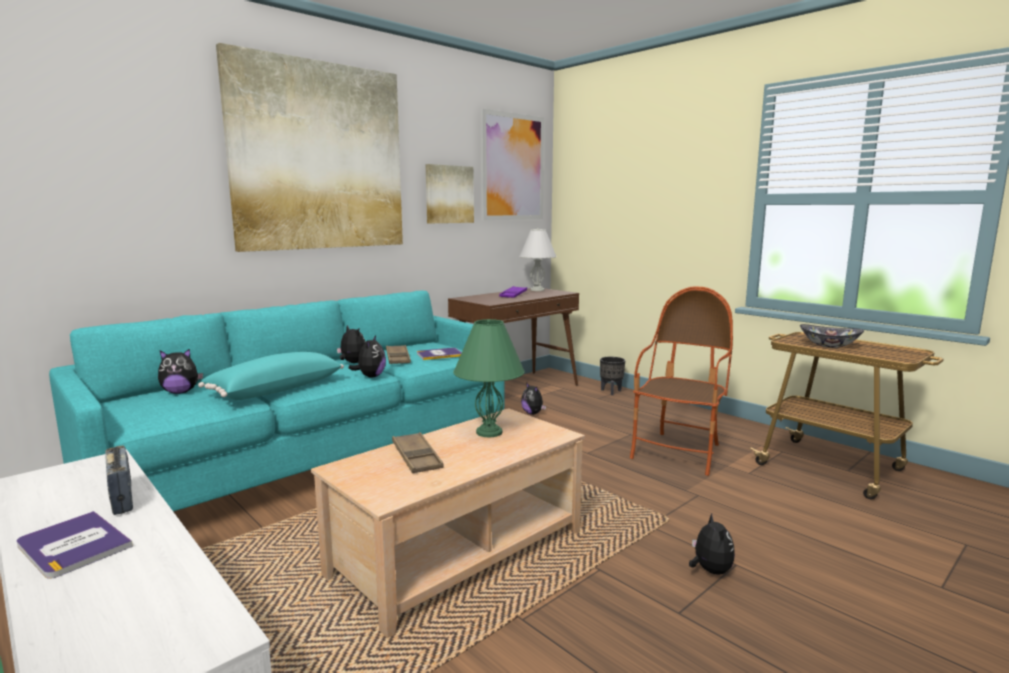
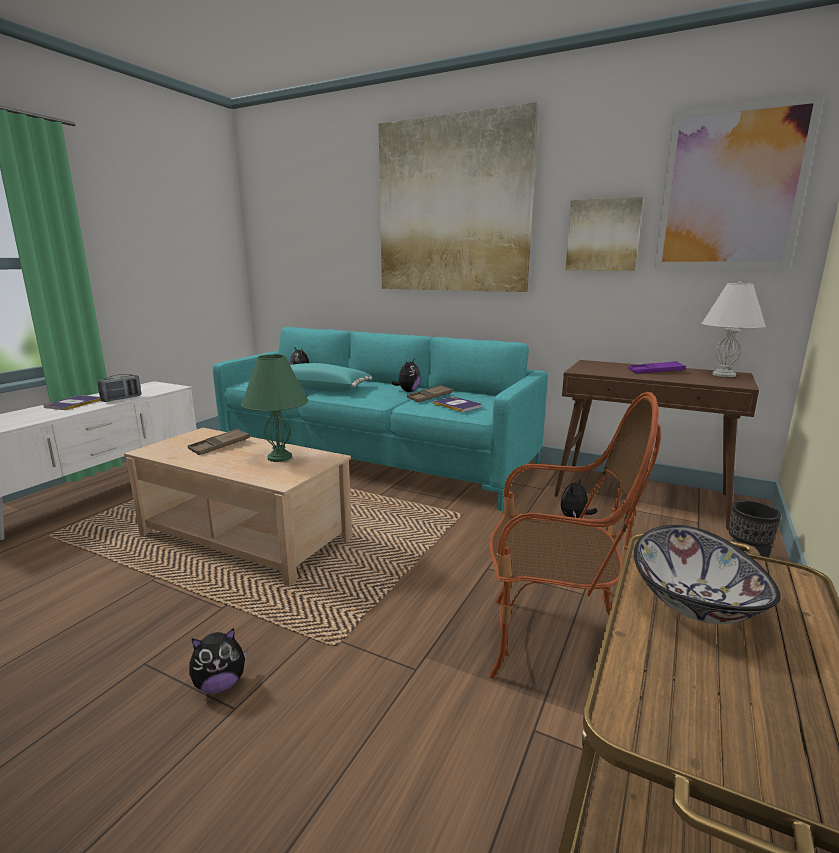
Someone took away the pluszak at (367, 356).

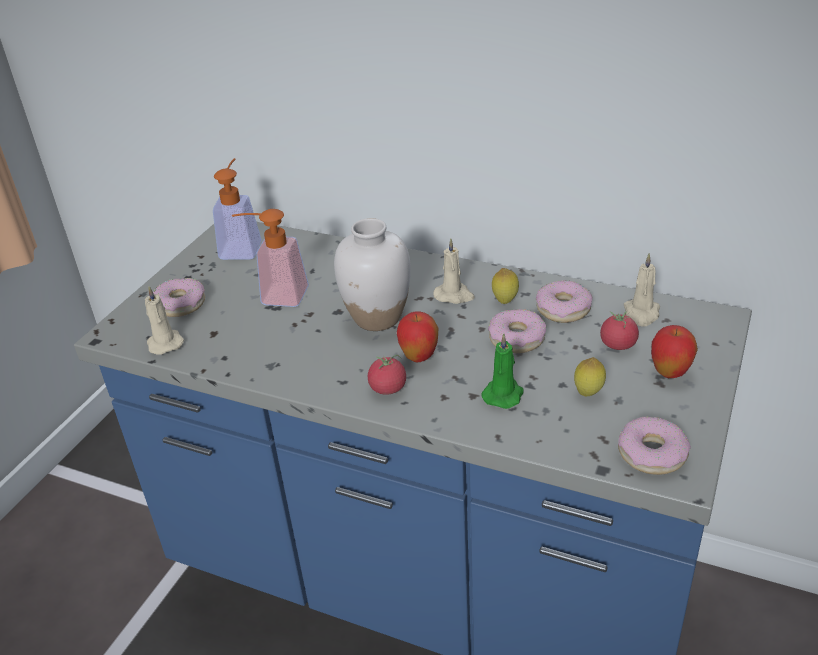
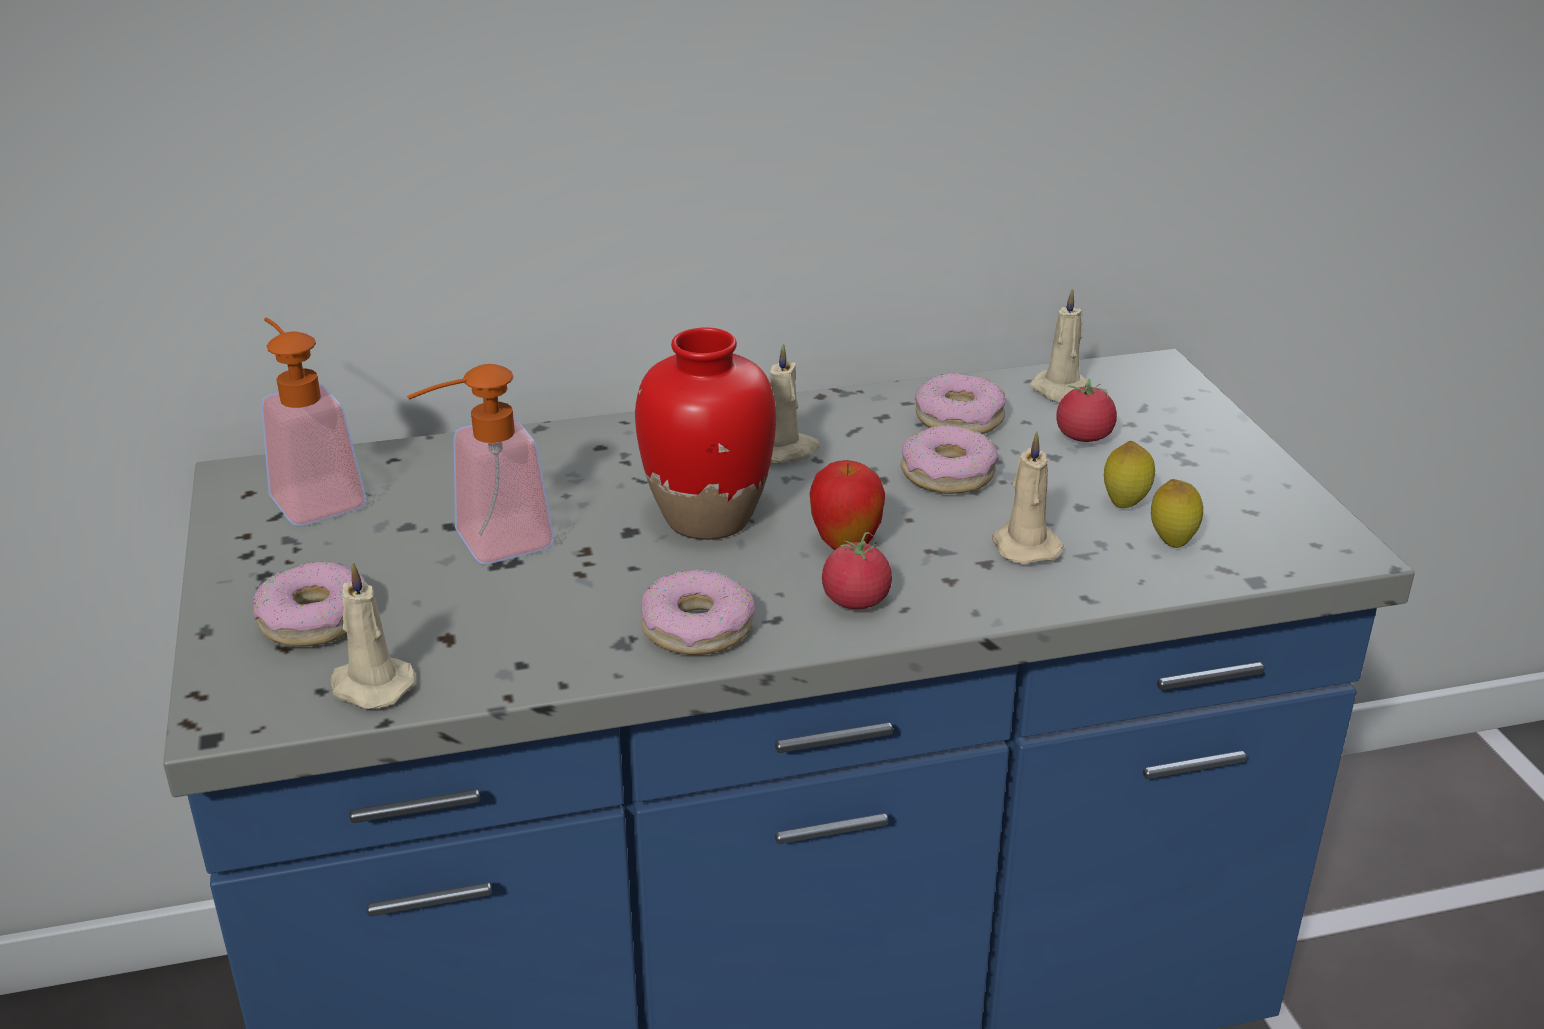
Someone repainted the wazon [biały] at (372, 274), which became the wazon [czerwony] at (705, 433).
Someone carried the cytryna from (505, 286) to (1177, 513).
Someone took away the jabłko at (674, 351).
Someone repainted the świeca [zielony] at (502, 371), which became the świeca [beżowy] at (1028, 498).
Someone carried the donut from (654, 446) to (698, 612).

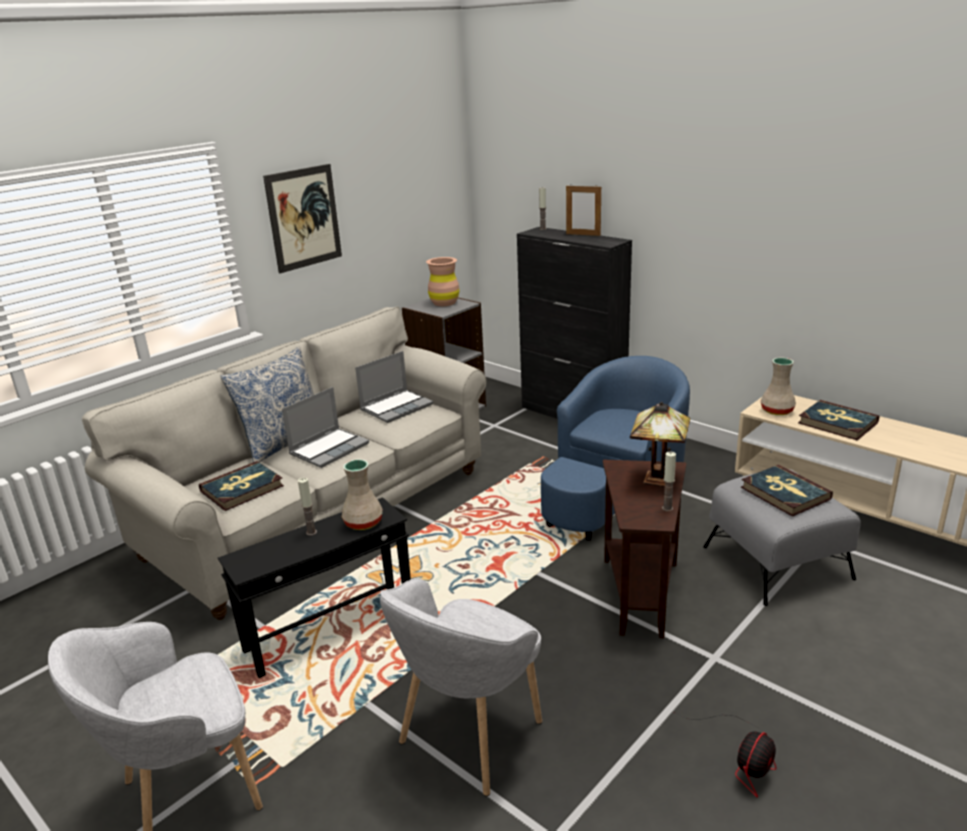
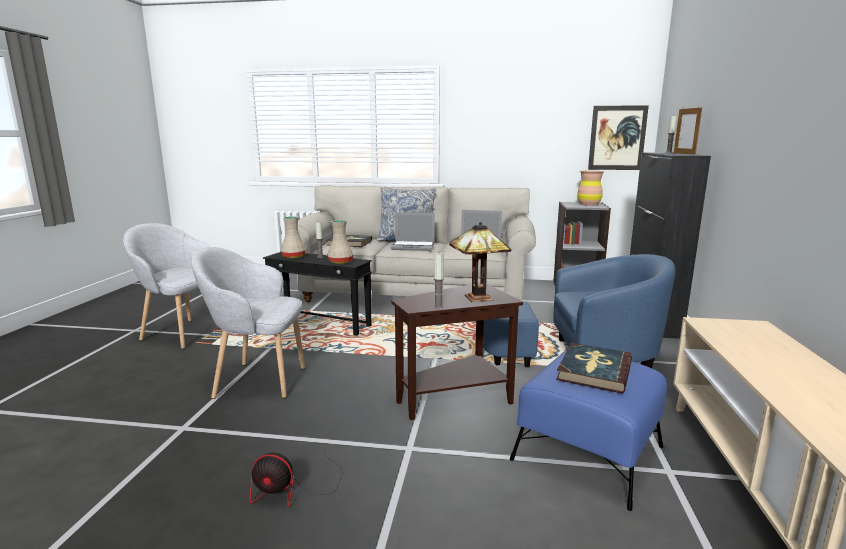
Someone carried the obraz from (302, 218) to (618, 137).
Someone carried the wazon [beżowy] from (778, 386) to (293, 237).
Someone took away the książka at (838, 420).
Someone repainted the pufa [szary] at (782, 537), which became the pufa [niebieski] at (588, 430).

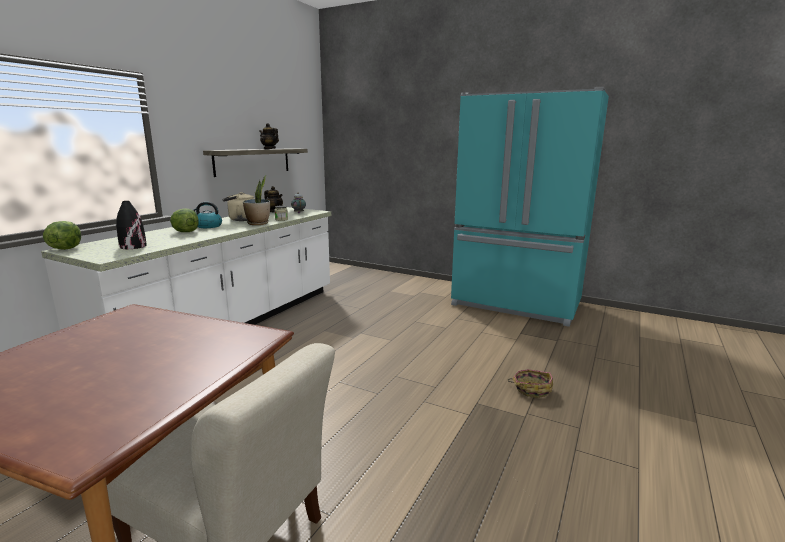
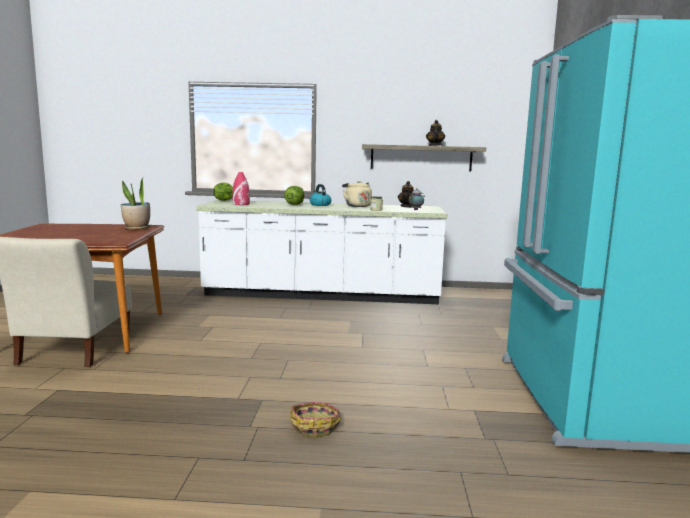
Someone carried the roślina doniczkowa from (256, 200) to (135, 204).
Someone repainted the wazon [czarny] at (131, 225), which became the wazon [czerwony] at (241, 188).

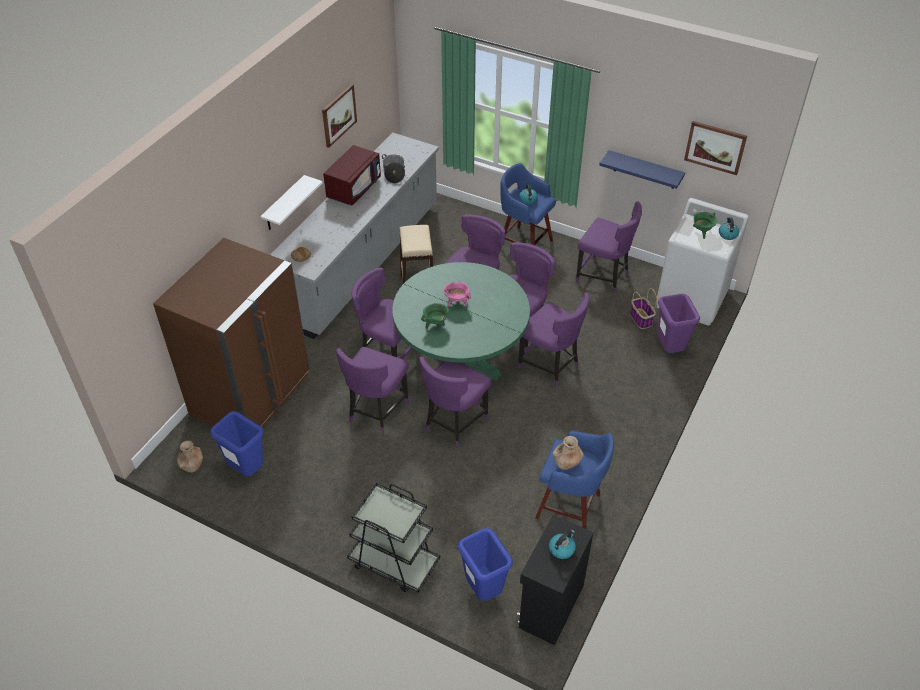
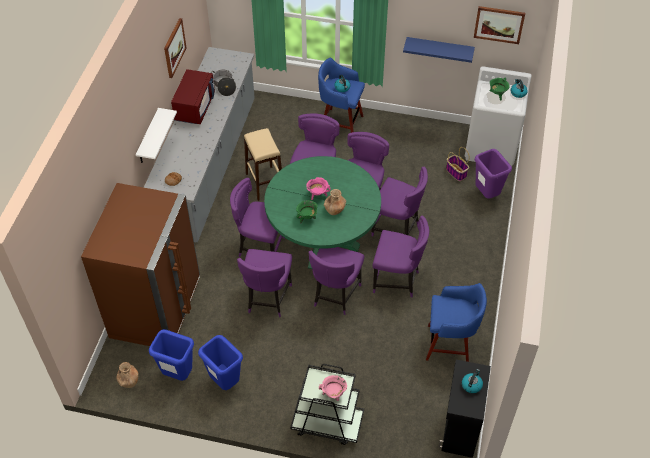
Someone carried the krzesło [fioletowy] from (609, 247) to (401, 256).
Someone carried the wazon [brązowy] from (568, 453) to (335, 202).
Someone carried the kosz na śmieci [niebieski] from (485, 564) to (220, 362).
Someone put down the garnek [różowy] at (333, 388).

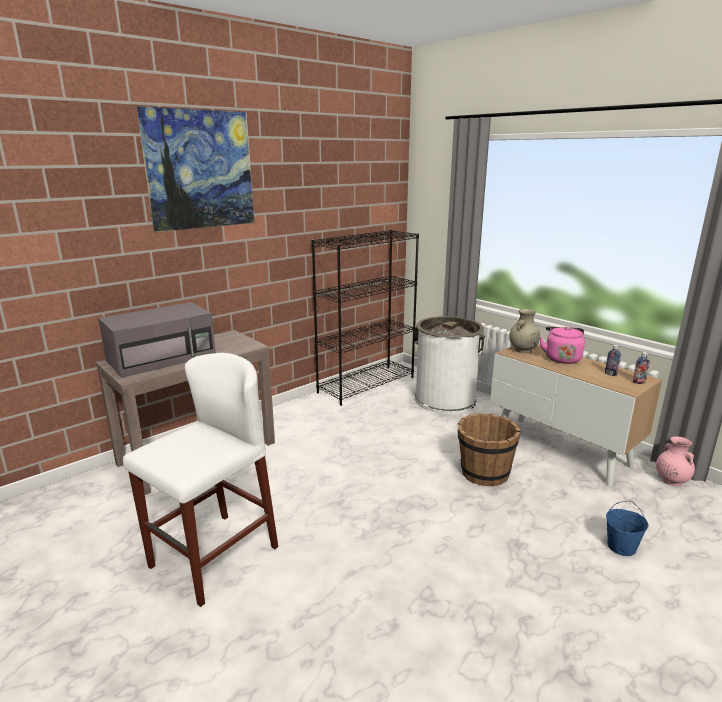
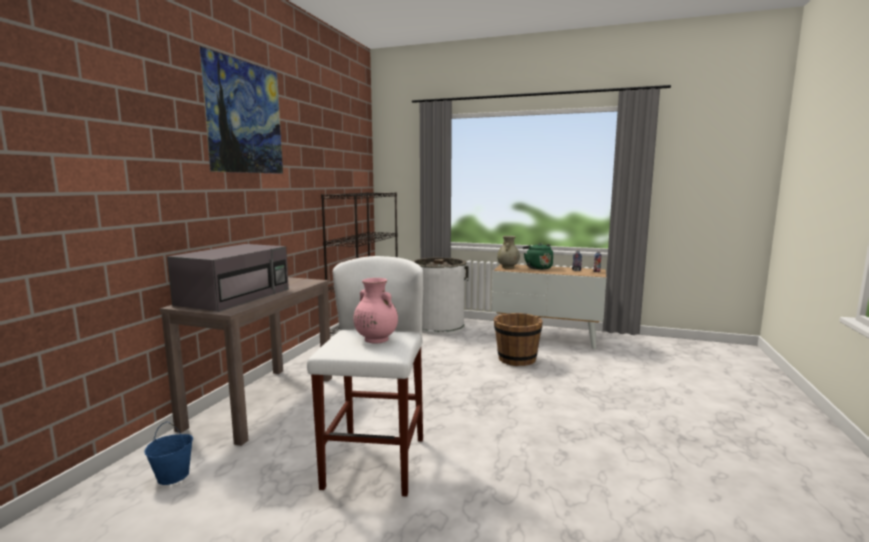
Someone repainted the czajnik [różowy] at (562, 345), which became the czajnik [zielony] at (538, 256).
Someone carried the wazon [różowy] from (675, 461) to (375, 311).
Someone carried the wiadro [niebieski] from (627, 528) to (168, 453).

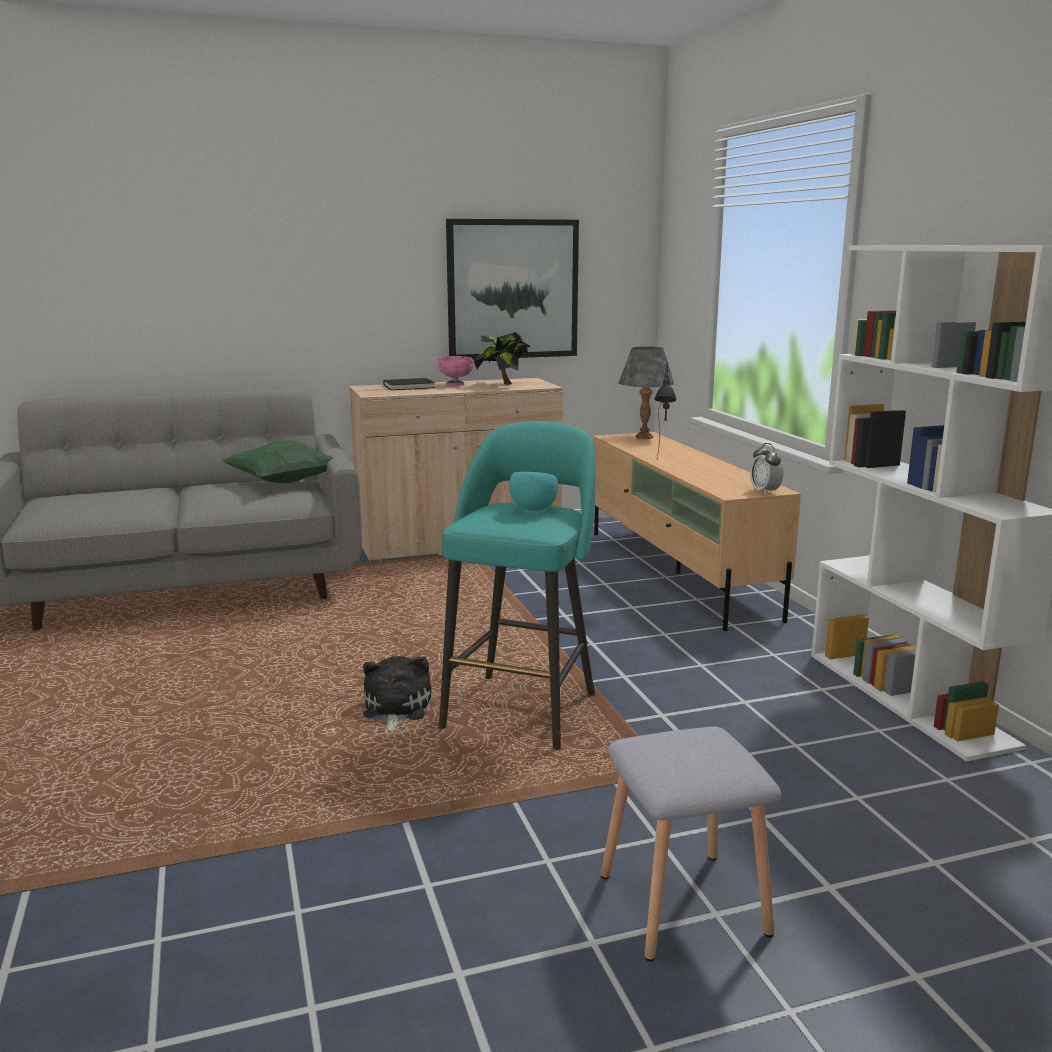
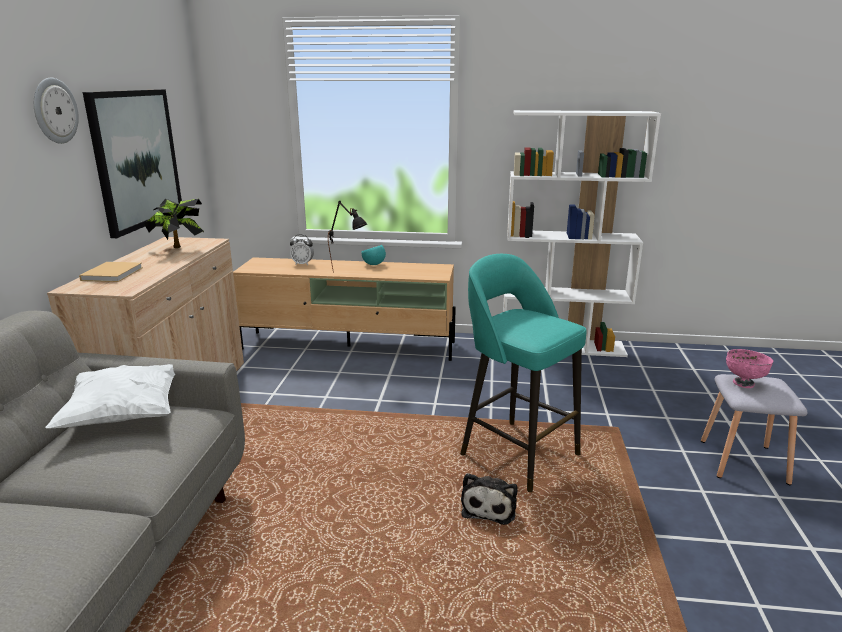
Someone took away the lampa stołowa [szary] at (646, 392).
Someone carried the miska [różowy] from (455, 371) to (749, 368).
Someone repainted the książka [czarny] at (409, 384), which became the książka [beżowy] at (111, 272).
Someone repainted the poduszka [zielony] at (278, 461), which became the poduszka [biały] at (110, 396).
Someone carried the budzik from (767, 469) to (302, 249).
Someone carried the miska [turkusowy] from (533, 491) to (373, 255).
Someone rotated the pluszak at (397, 694) by 105 degrees counterclockwise.
Someone put up the zegar ścienny at (56, 111).

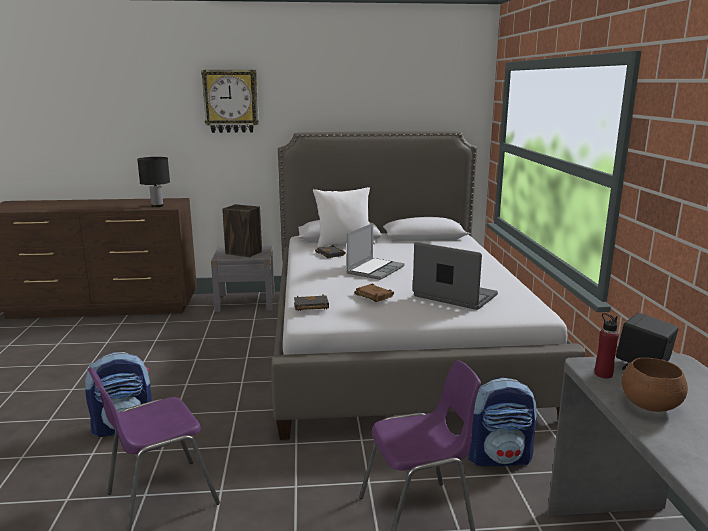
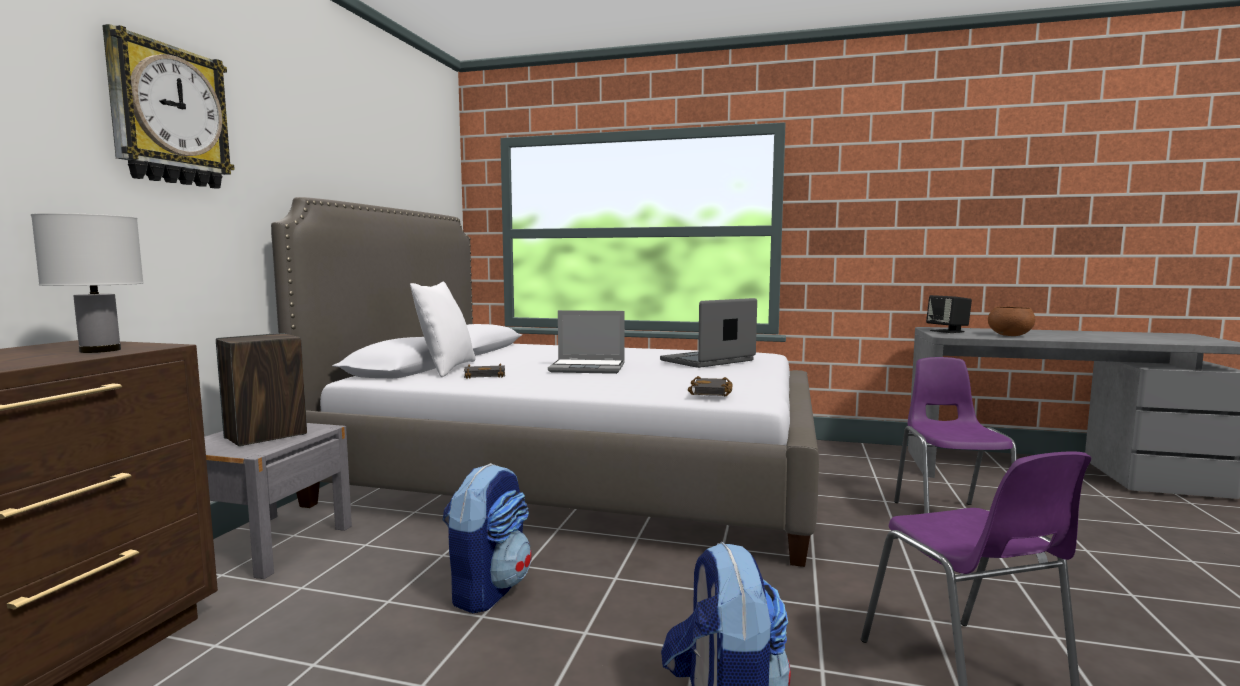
Someone repainted the lampa stołowa [czarny] at (153, 182), which became the lampa stołowa [biały] at (87, 283).
Someone rotated the laptop at (376, 251) by 135 degrees clockwise.
Someone took away the książka [brązowy] at (374, 292).
Someone took away the butelka [czerwony] at (606, 346).
Someone carried the plecak from (502, 422) to (487, 538).

